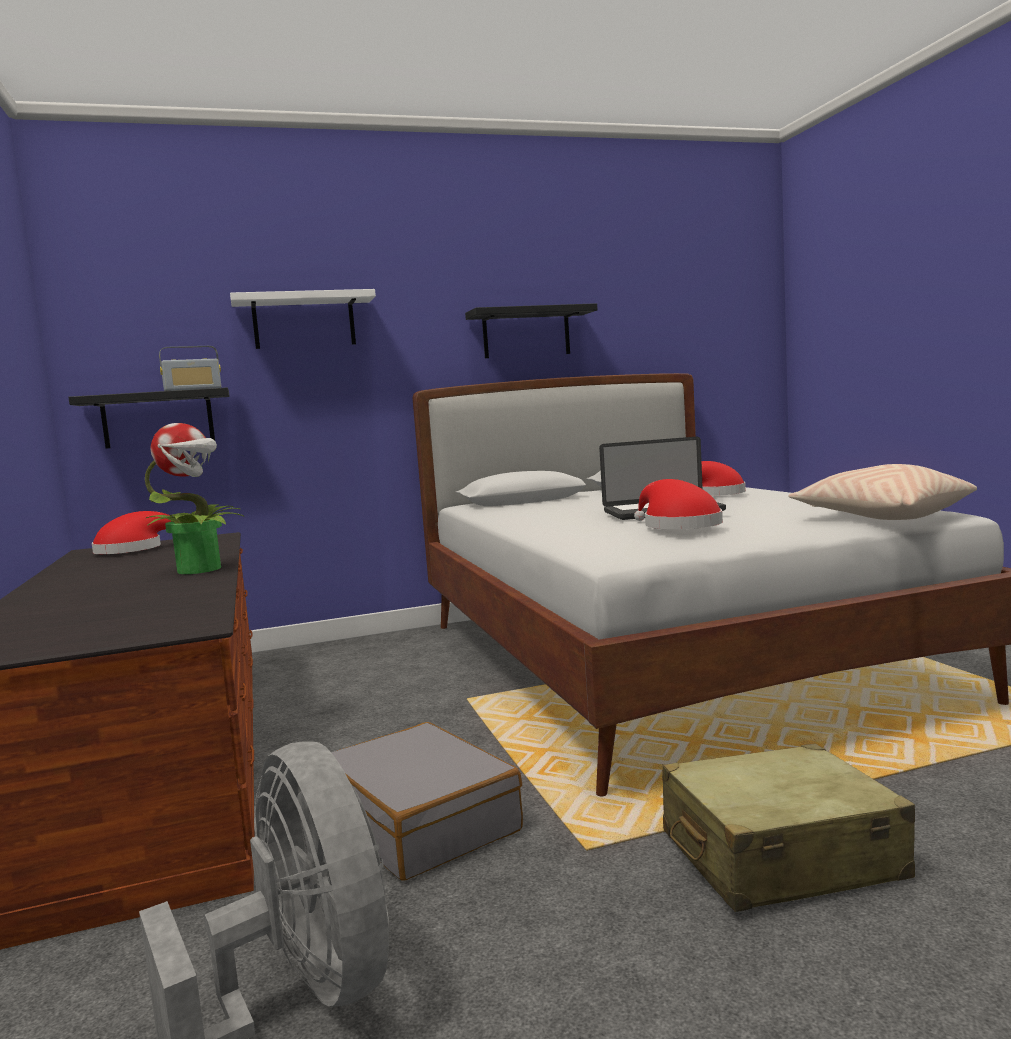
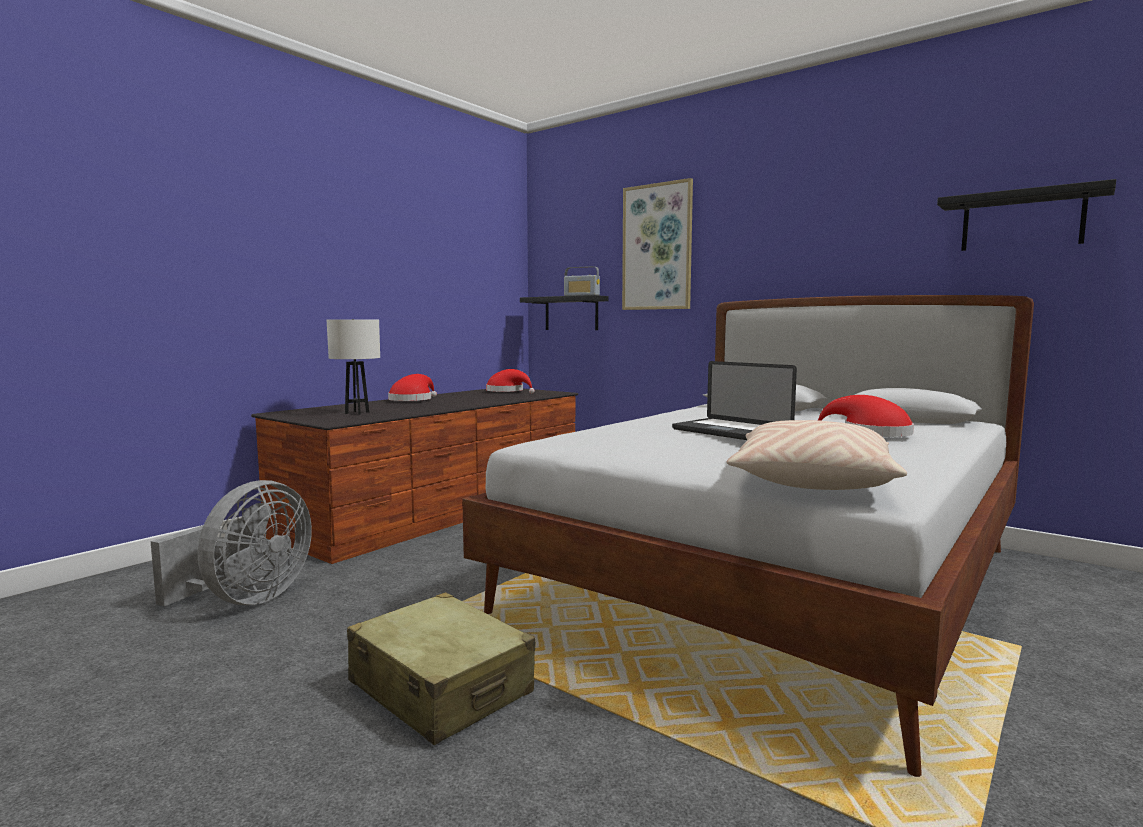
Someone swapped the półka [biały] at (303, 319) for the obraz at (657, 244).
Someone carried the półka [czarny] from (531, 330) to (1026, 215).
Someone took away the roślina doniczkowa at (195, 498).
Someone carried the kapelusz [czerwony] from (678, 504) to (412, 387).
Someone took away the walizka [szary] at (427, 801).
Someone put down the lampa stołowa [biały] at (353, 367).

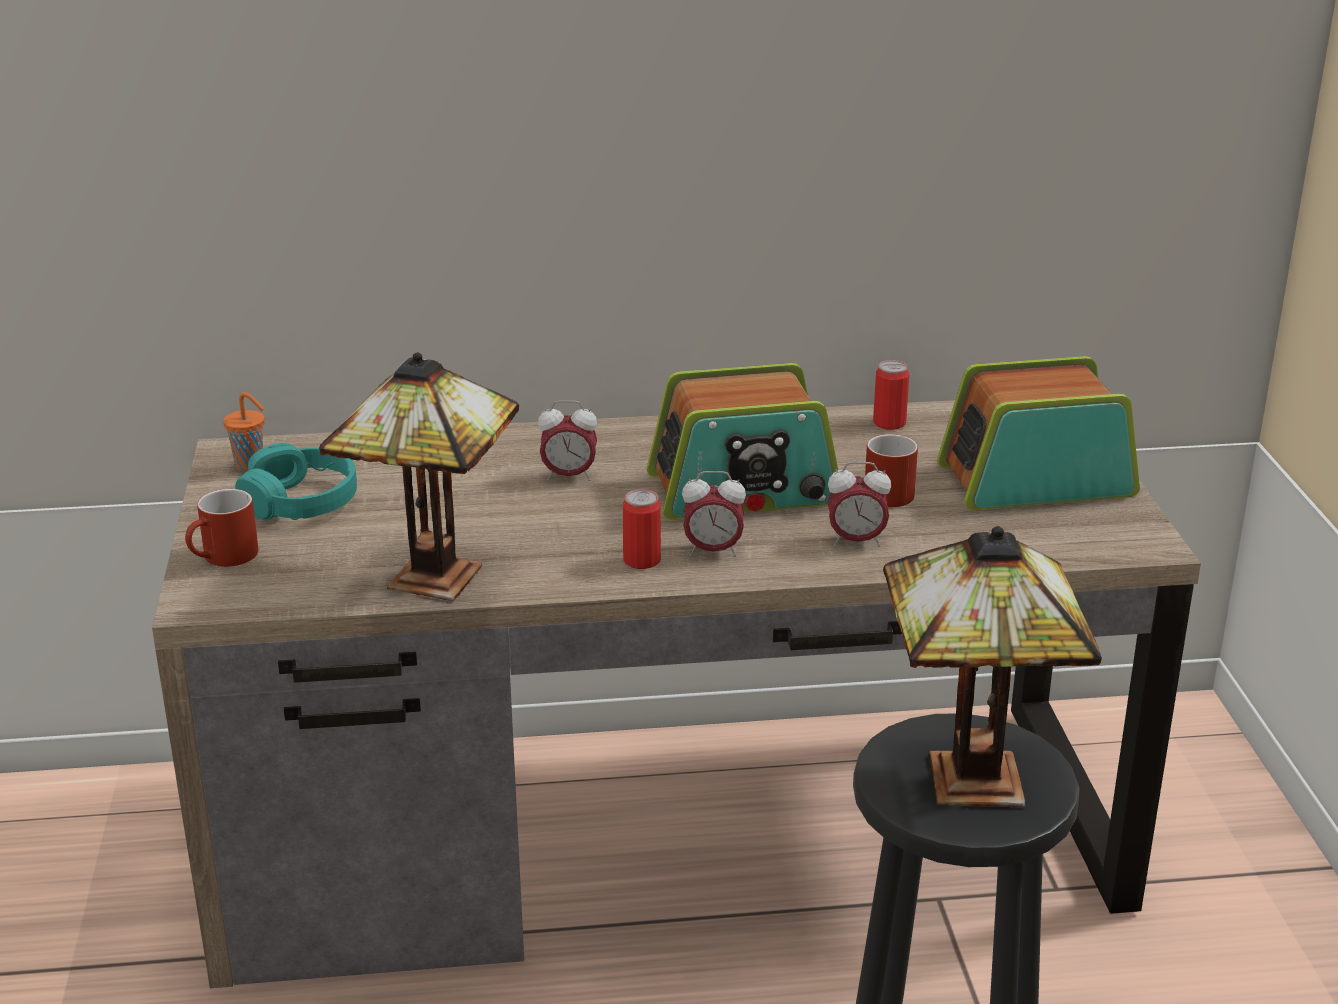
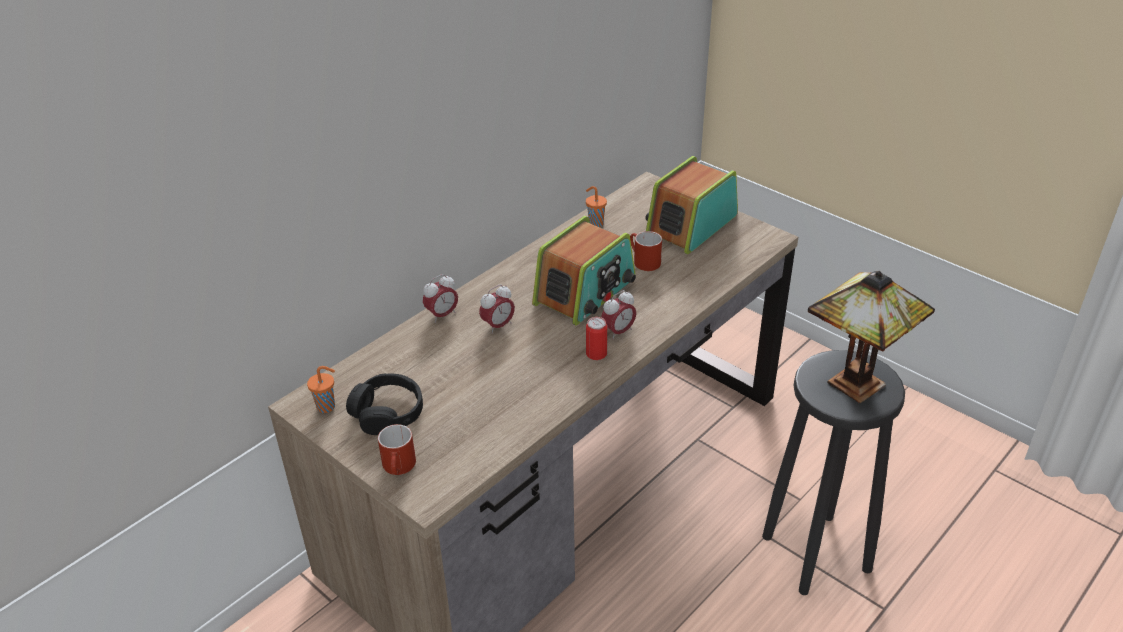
Someone took away the lampa stołowa at (419, 476).
Someone swapped the puszka at (891, 395) for the filiżanka [pomarańczowy] at (596, 206).
Someone repainted the słuchawki [turkusowy] at (296, 481), which became the słuchawki [czarny] at (384, 404).
Someone carried the budzik from (859, 504) to (440, 298).

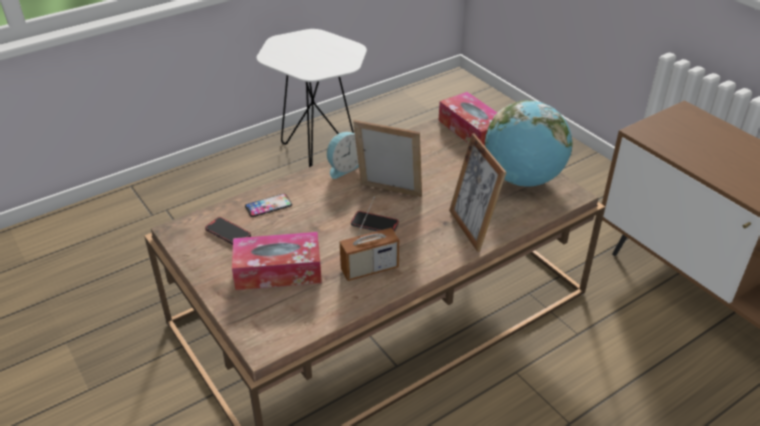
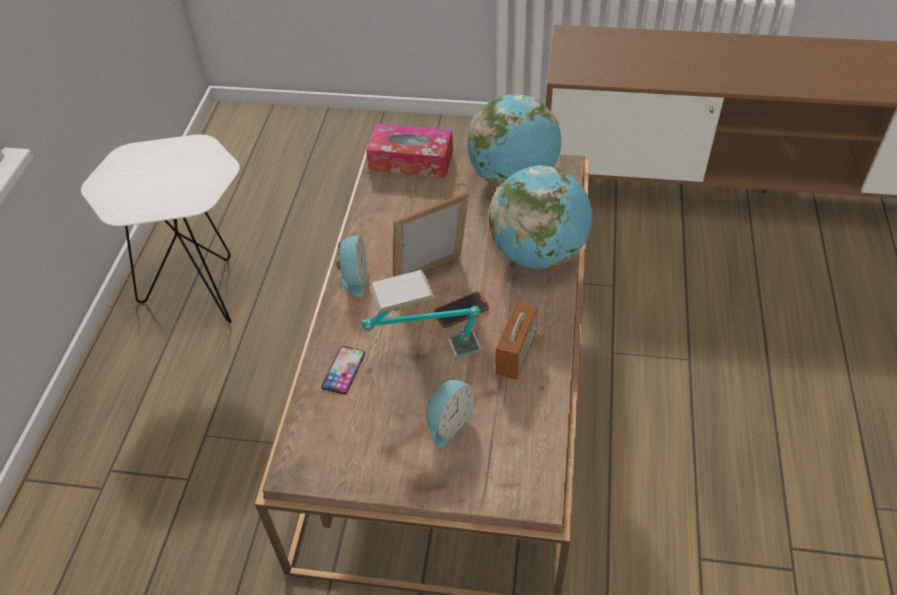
Someone swapped the ramka na zdjęcie at (478, 192) for the globus at (540, 217).
Someone took away the telefon at (228, 231).
Someone swapped the pudełko chusteczek at (277, 261) for the budzik at (450, 414).
Someone put down the lampa stołowa at (421, 314).

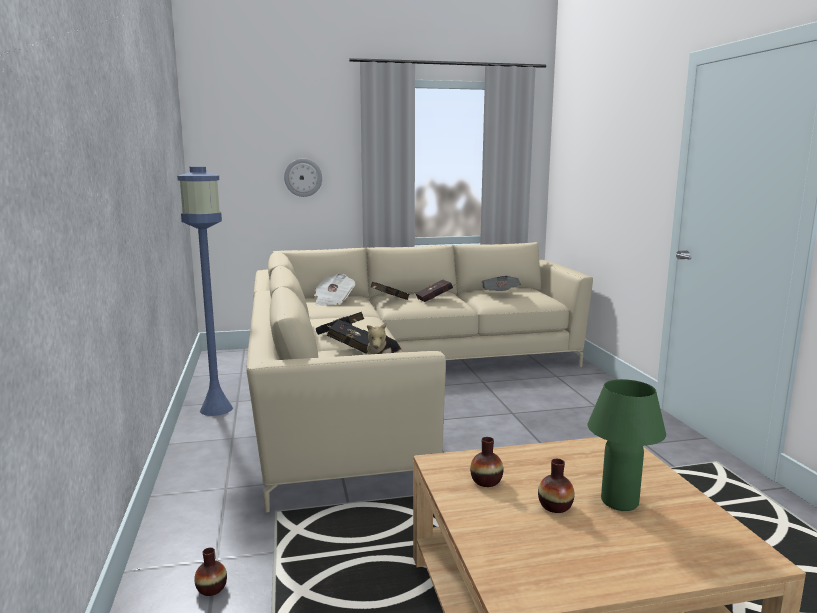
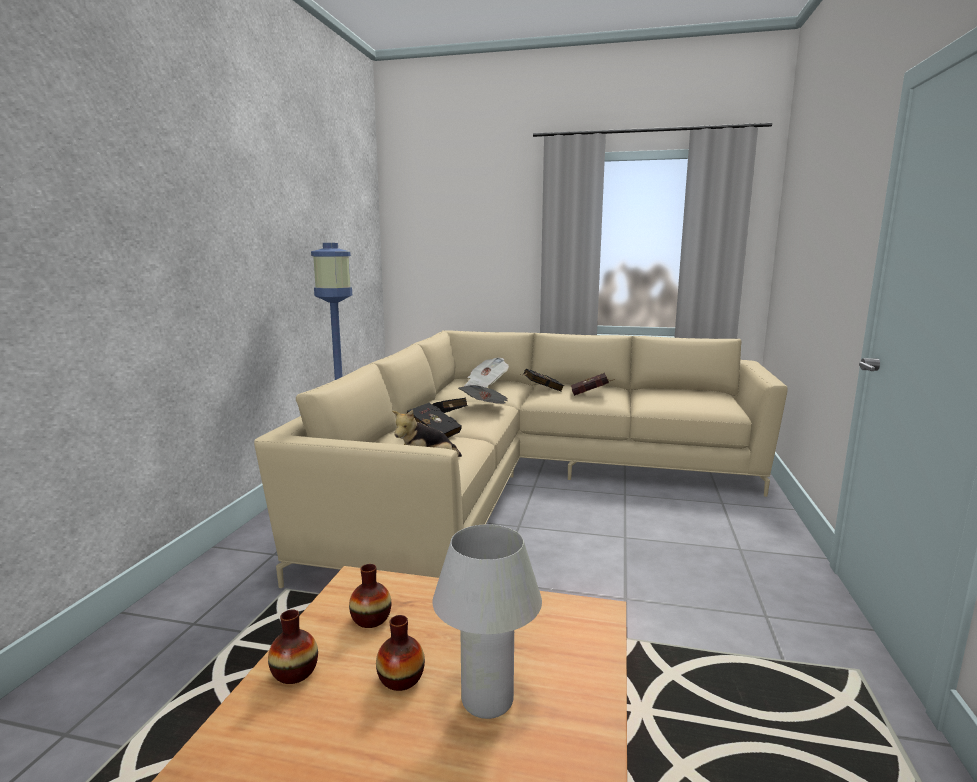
Someone took away the zegar ścienny at (303, 178).
Someone carried the gazeta from (501, 283) to (483, 394).
Someone repainted the lampa stołowa [zielony] at (627, 445), which became the lampa stołowa [biały] at (487, 621).
Someone carried the wazon from (210, 572) to (293, 647).

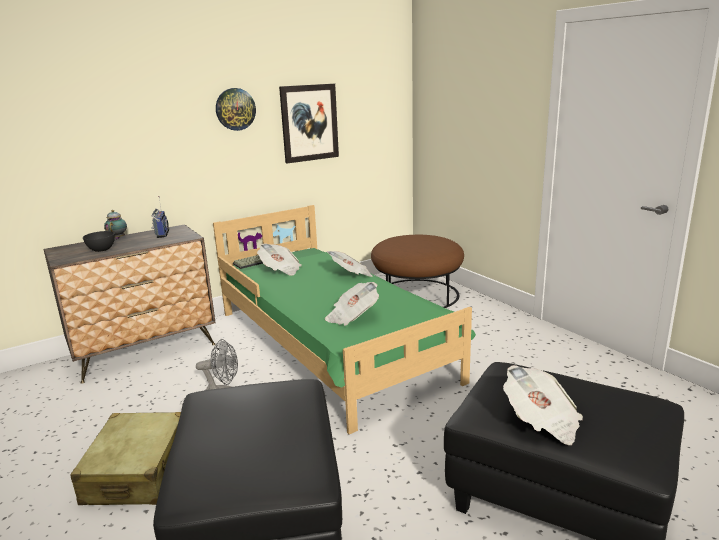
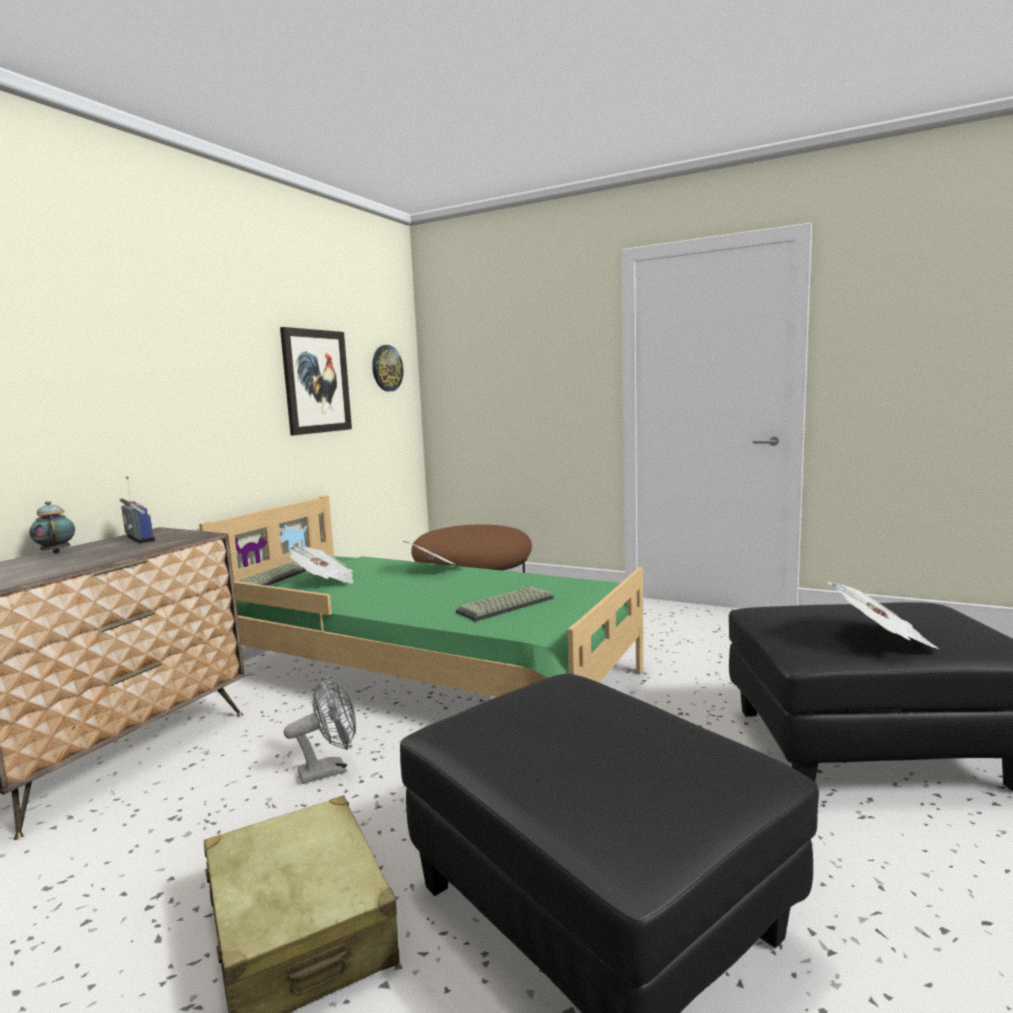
Someone carried the zegar ścienny from (236, 109) to (387, 368).
Someone took away the miska [szary] at (99, 241).
Someone swapped the gazeta at (352, 304) for the klawiatura at (505, 603).

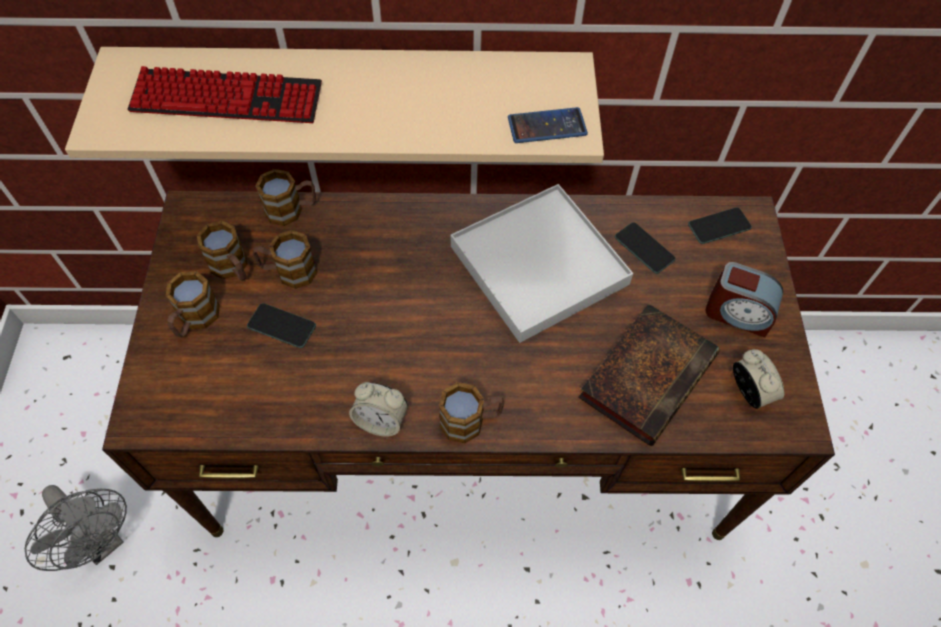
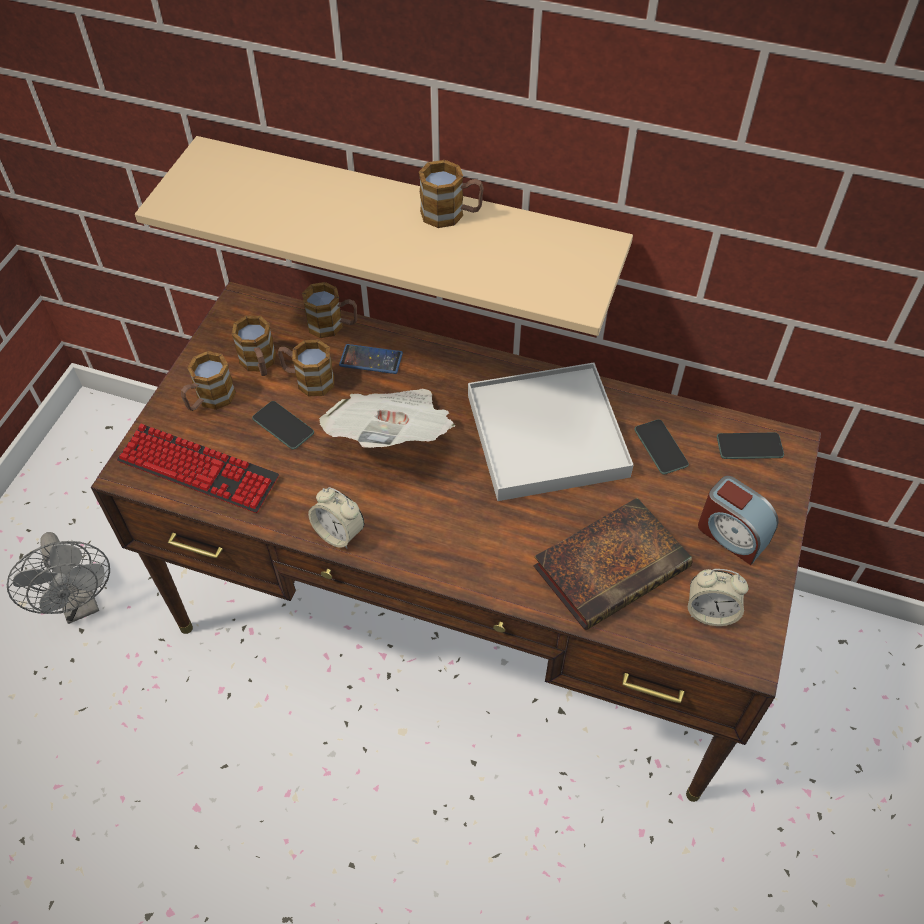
Someone carried the klawiatura from (224, 94) to (198, 468).
Someone carried the telefon from (548, 125) to (371, 359).
Someone rotated the budzik at (758, 379) by 105 degrees clockwise.
Someone carried the kubek from (471, 412) to (451, 194).
Someone put down the gazeta at (387, 418).

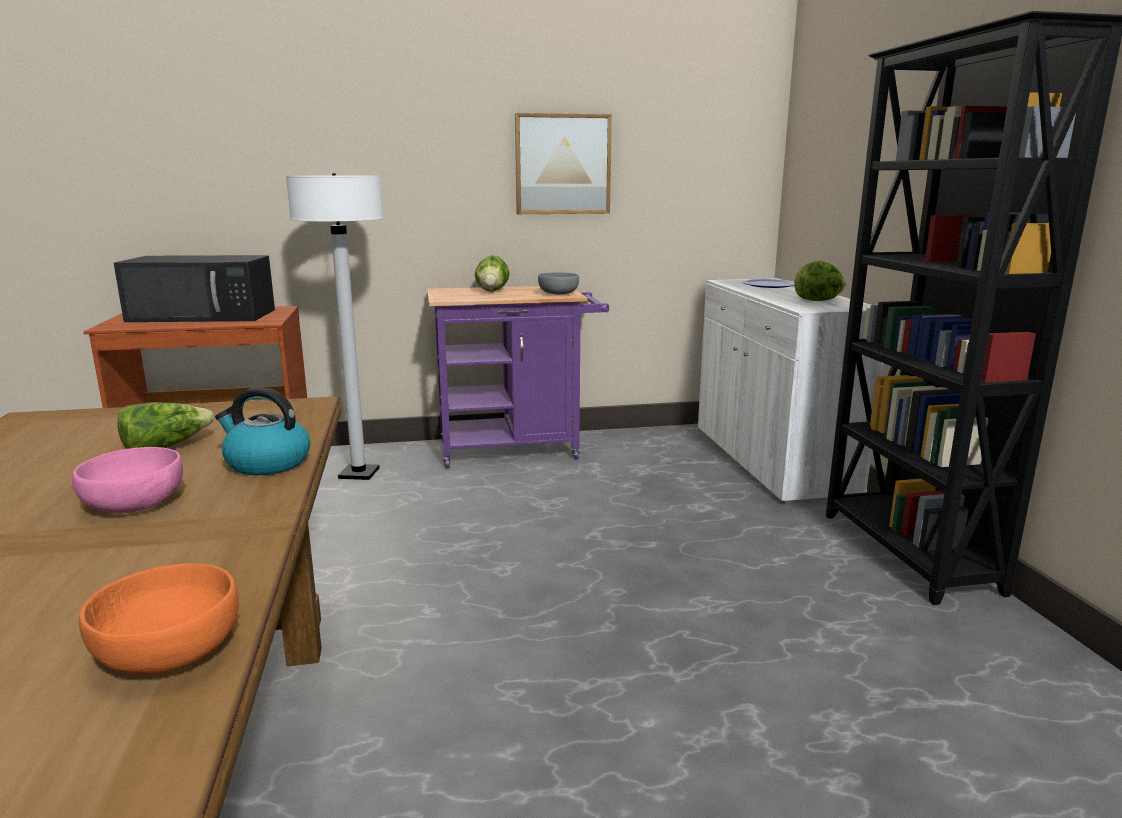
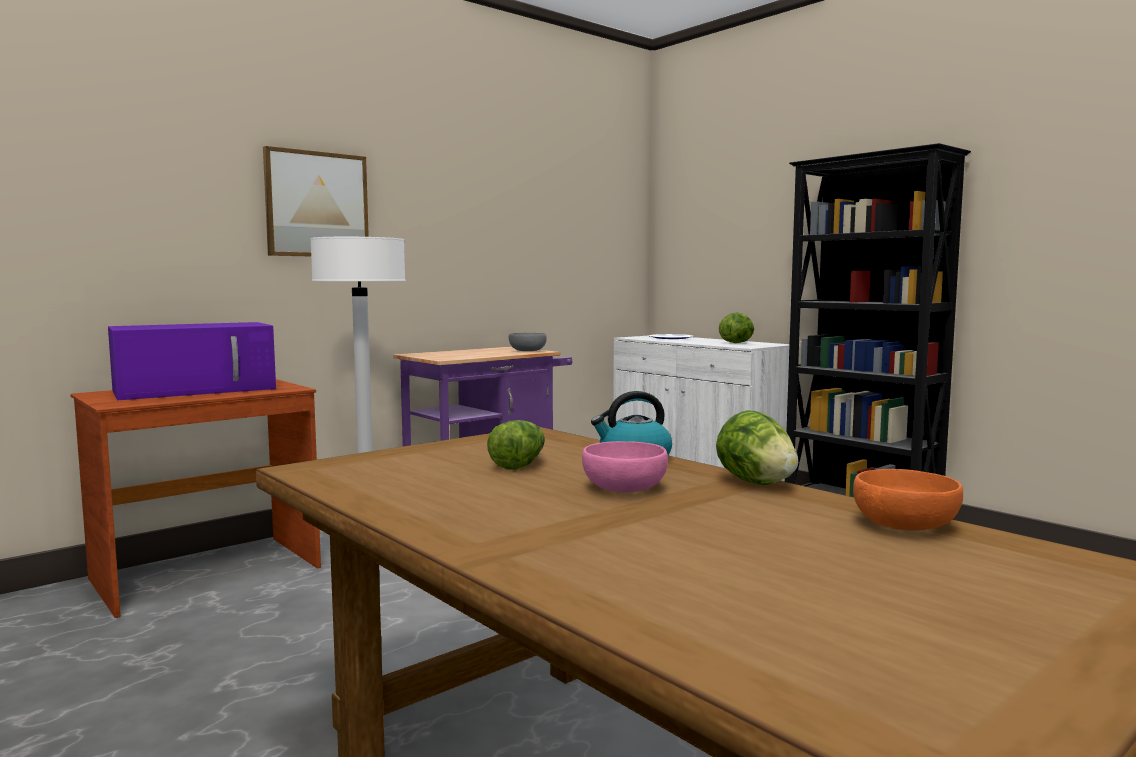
Someone carried the obraz from (563, 163) to (316, 201).
Someone repainted the mikrofalówka [czarny] at (194, 288), which became the mikrofalówka [fioletowy] at (192, 361).
Someone carried the sałata from (492, 273) to (757, 447).

